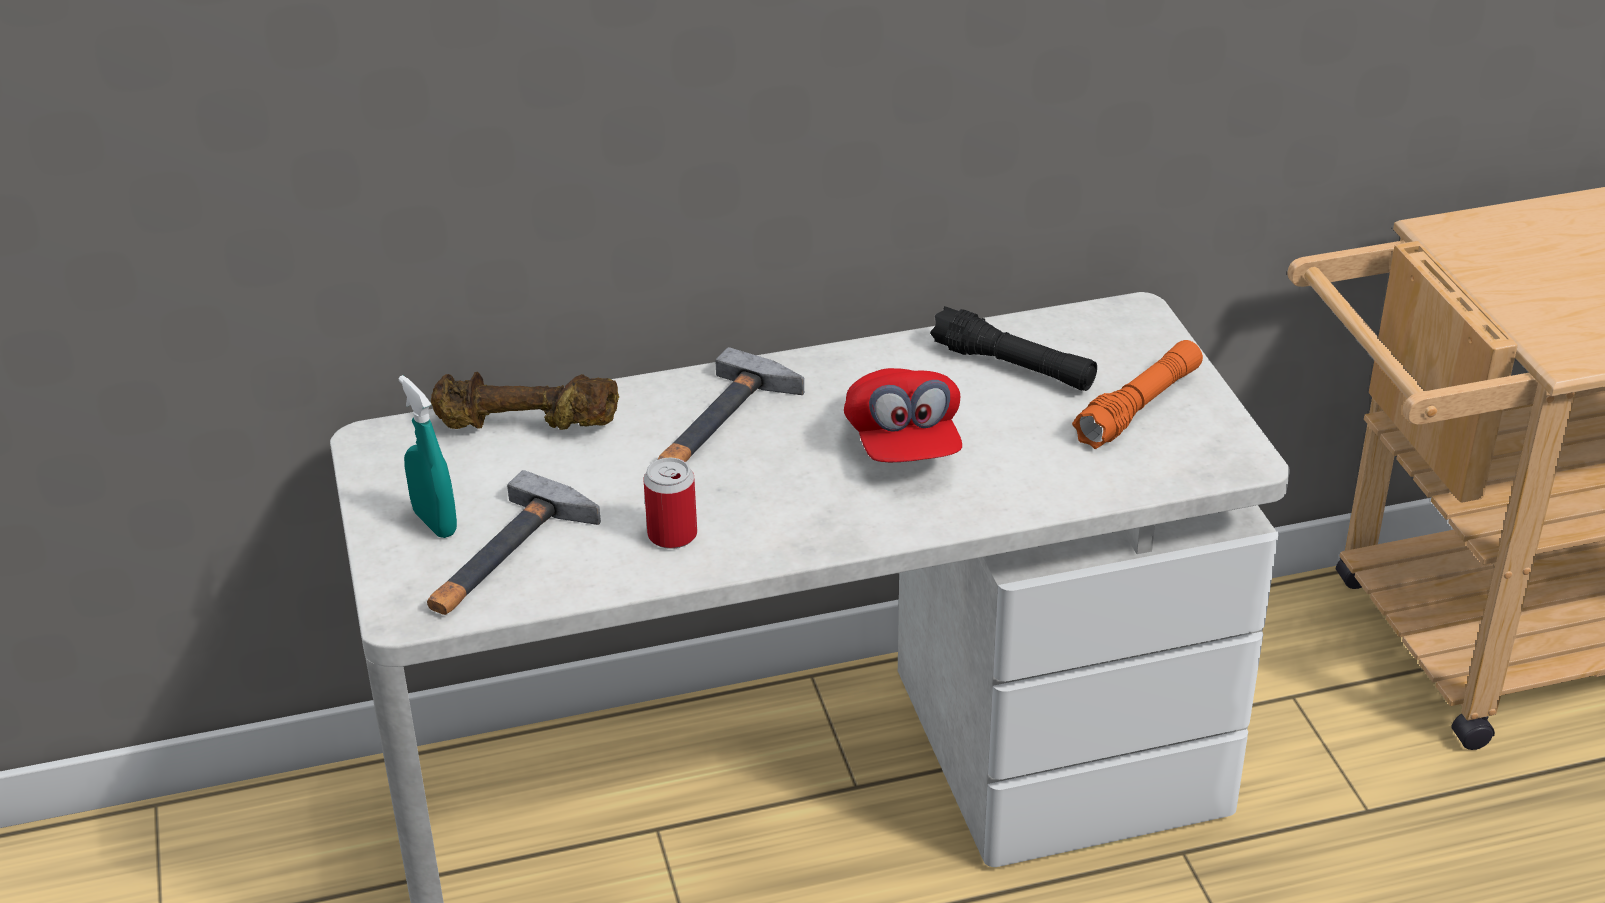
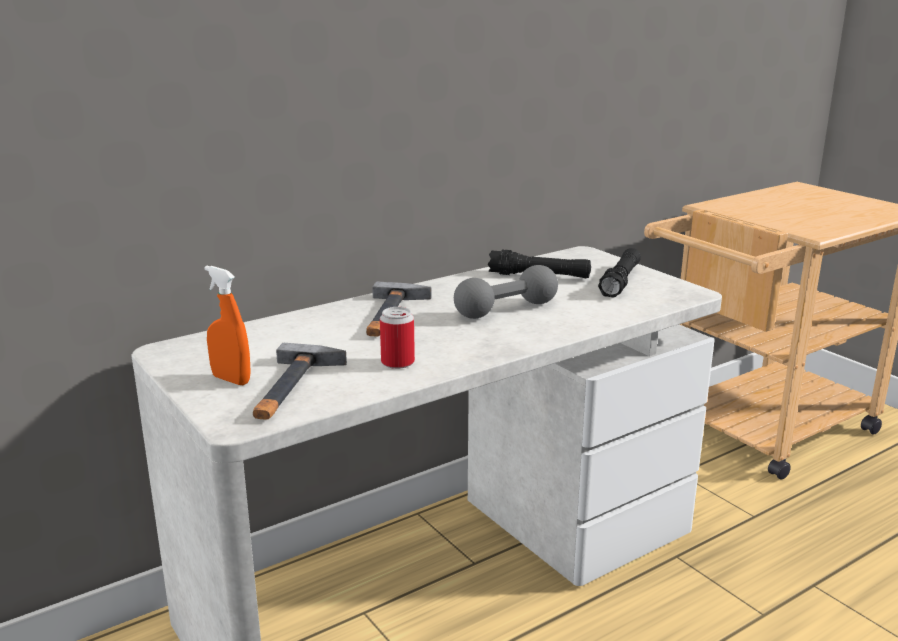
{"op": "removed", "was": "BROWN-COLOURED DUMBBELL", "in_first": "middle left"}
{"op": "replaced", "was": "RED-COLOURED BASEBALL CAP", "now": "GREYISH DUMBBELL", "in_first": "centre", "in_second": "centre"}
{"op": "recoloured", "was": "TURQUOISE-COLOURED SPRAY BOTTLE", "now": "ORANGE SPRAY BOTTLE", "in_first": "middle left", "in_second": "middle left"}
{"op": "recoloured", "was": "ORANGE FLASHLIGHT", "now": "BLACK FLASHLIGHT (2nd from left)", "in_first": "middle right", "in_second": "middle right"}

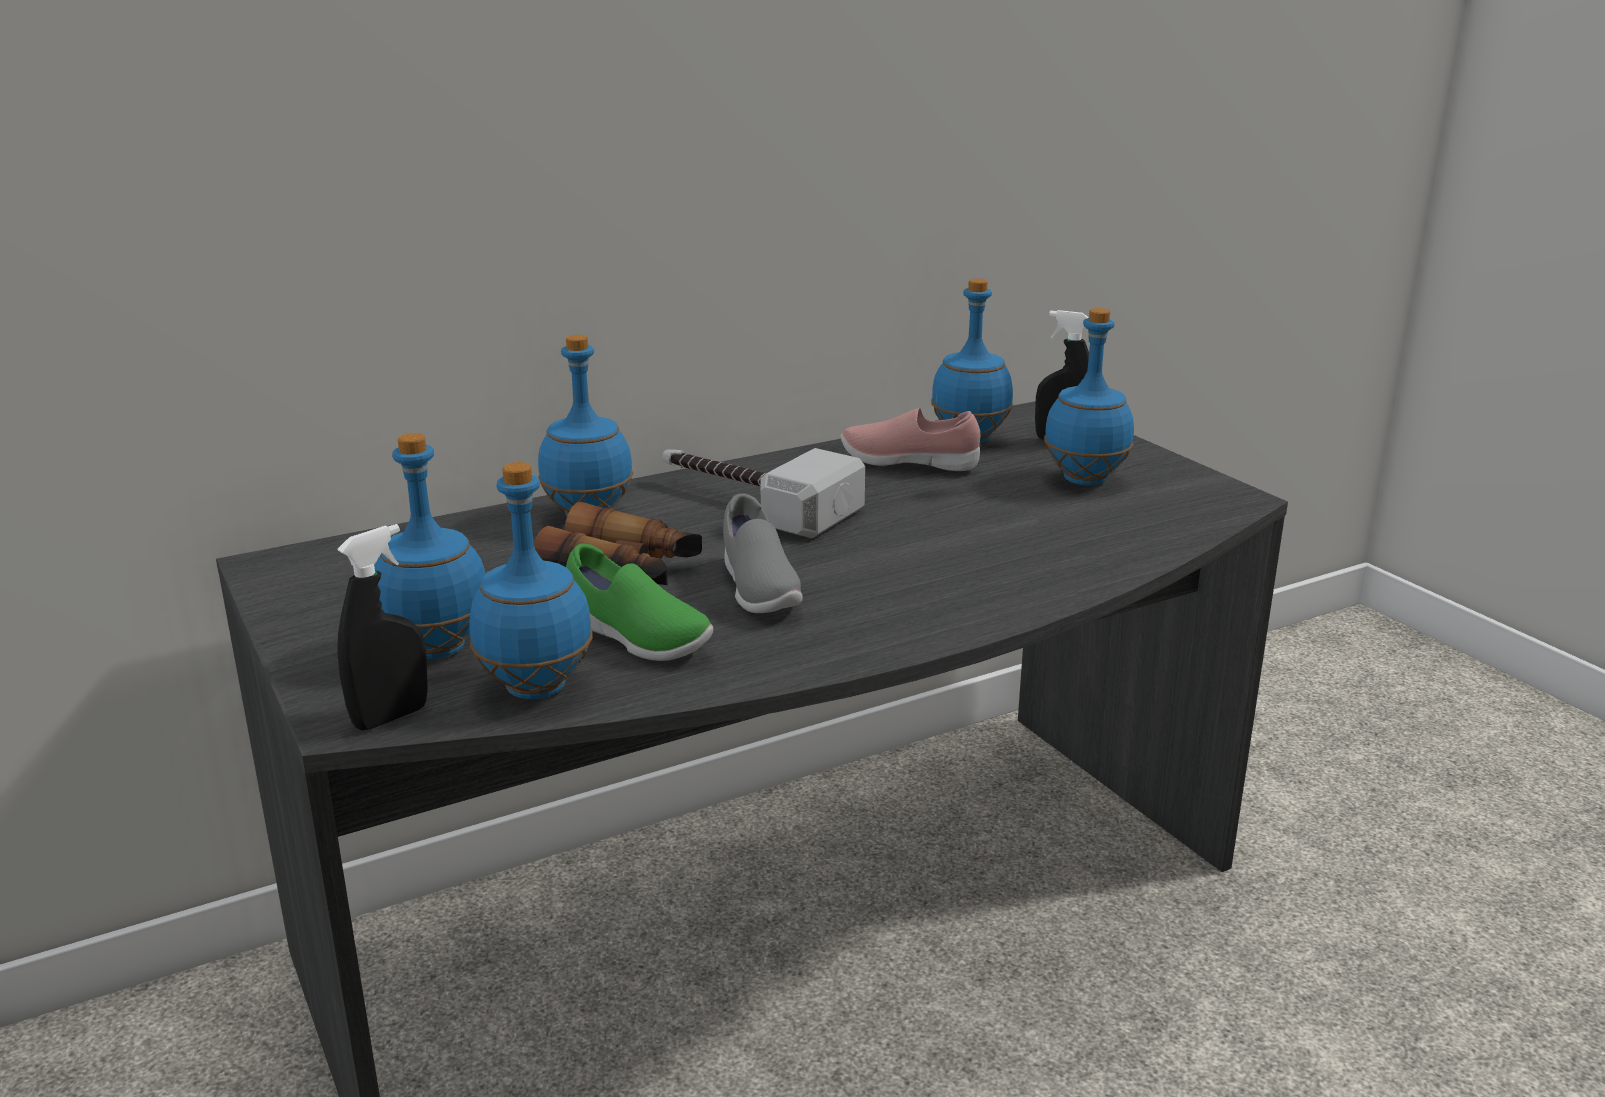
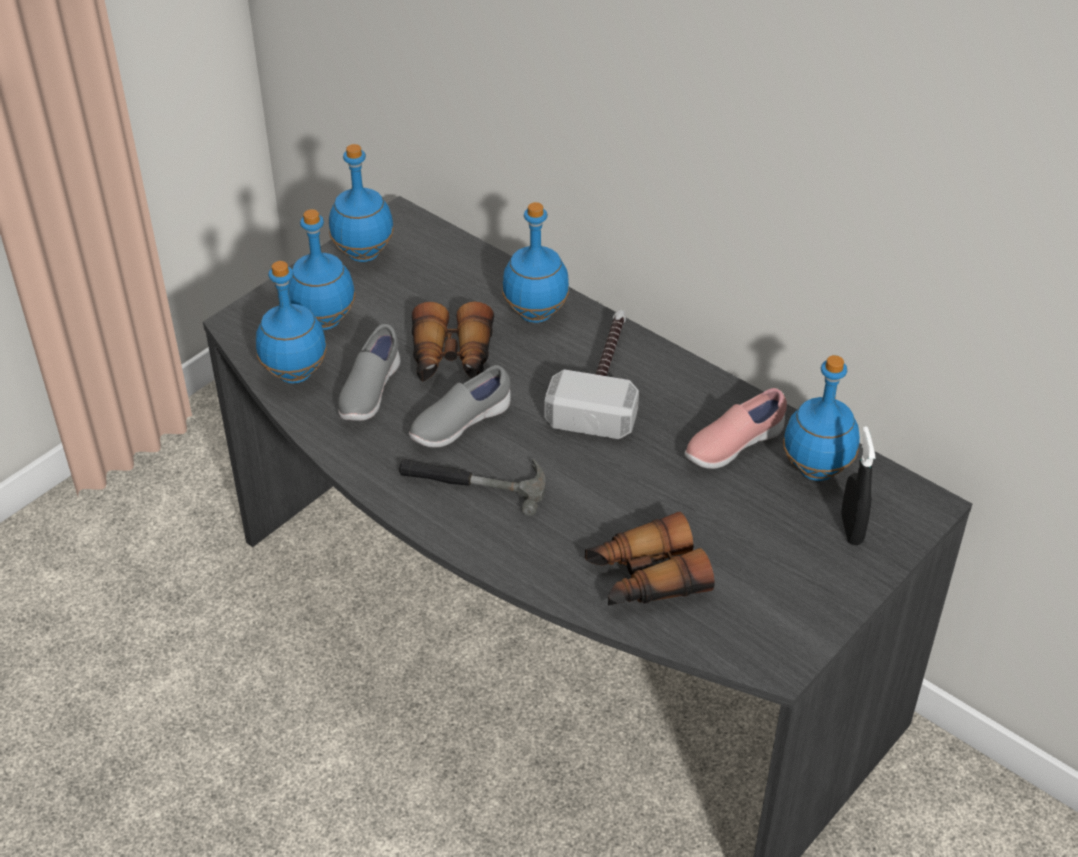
{"op": "removed", "was": "BLACK SPRAY BOTTLE (1st from left)", "in_first": "middle left"}
{"op": "added", "now": "TOOL HAMMER (1st from left)", "in_second": "centre"}
{"op": "added", "now": "BINOCULARS (2nd from left)", "in_second": "centre"}
{"op": "moved", "was": "BLUE-COLOURED BOTTLE (5th from left in the first image)", "now": "BLUE-COLOURED BOTTLE (3rd from left)", "in_first": "middle right", "in_second": "top centre"}
{"op": "recoloured", "was": "GREENISH LOW SHOE", "now": "GREYISH LOW SHOE (1st from left)", "in_first": "centre", "in_second": "centre"}
{"op": "turned", "was": "PINK LOW SHOE", "in_first": "centre", "in_second": "middle right", "clockwise": -120}

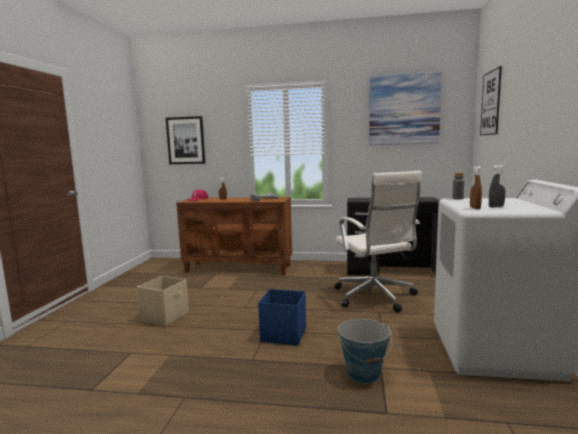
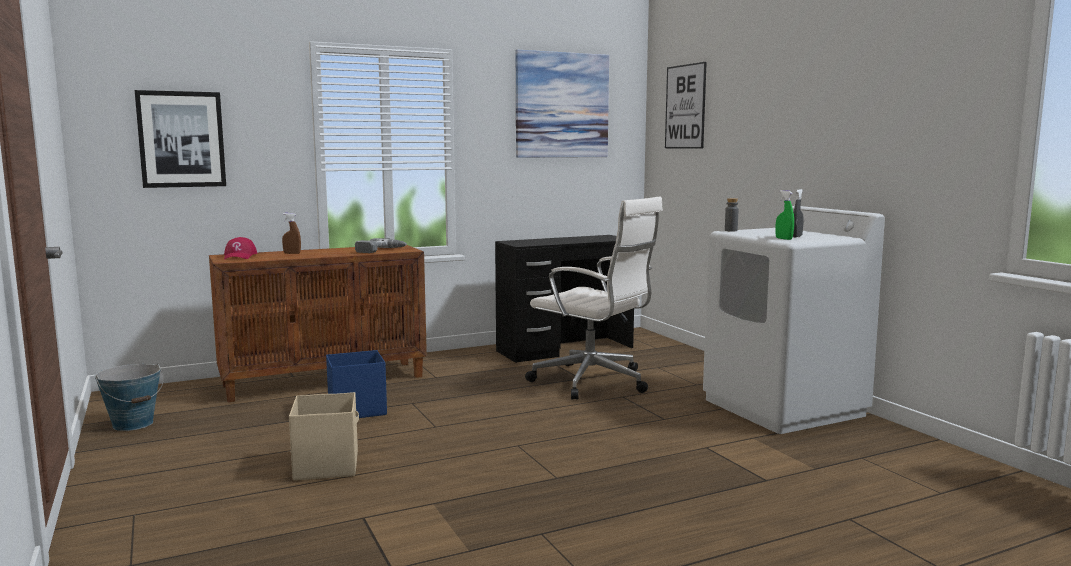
{"op": "moved", "was": "BLUE-COLOURED STORAGE CONTAINER", "in_first": "bottom centre", "in_second": "bottom left"}
{"op": "moved", "was": "WATER BUCKET", "in_first": "bottom centre", "in_second": "bottom left"}
{"op": "recoloured", "was": "BROWN-COLOURED SPRAY BOTTLE (2nd from left)", "now": "GREENISH SPRAY BOTTLE", "in_first": "middle right", "in_second": "middle right"}

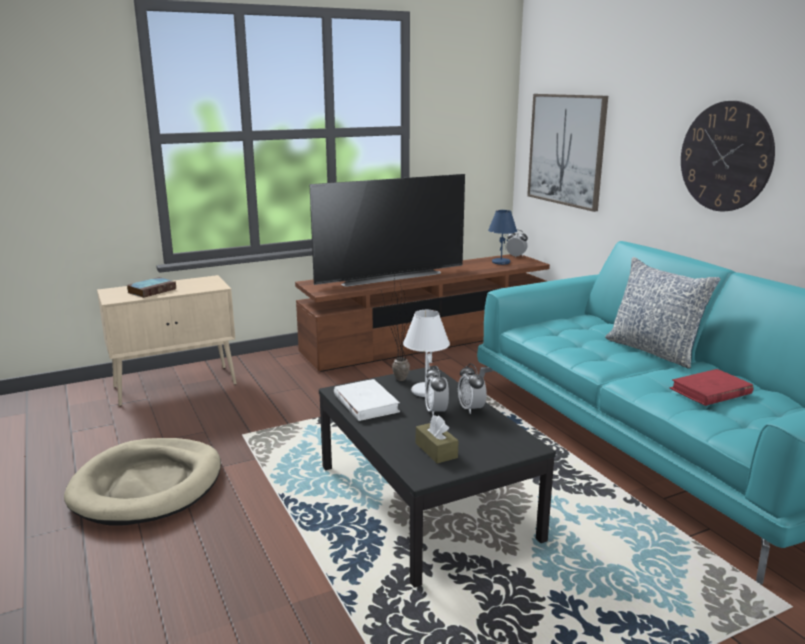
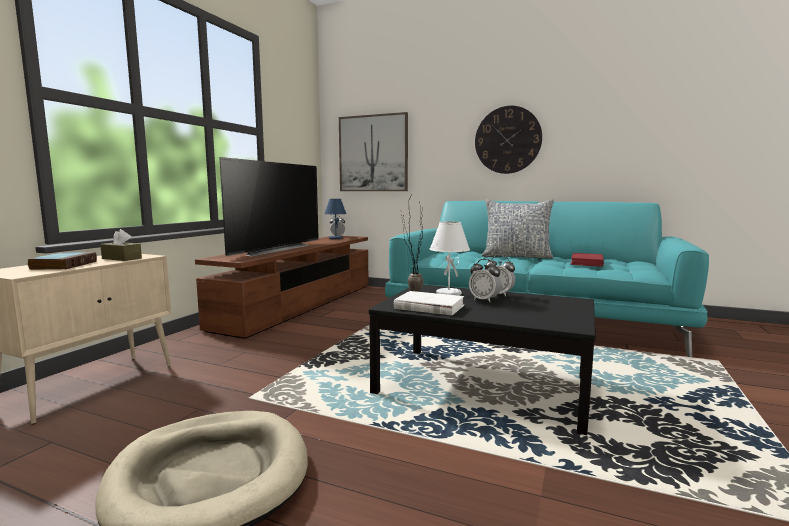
{"op": "moved", "was": "BROWN-COLOURED BOX OF TISSUES", "in_first": "bottom centre", "in_second": "middle left"}

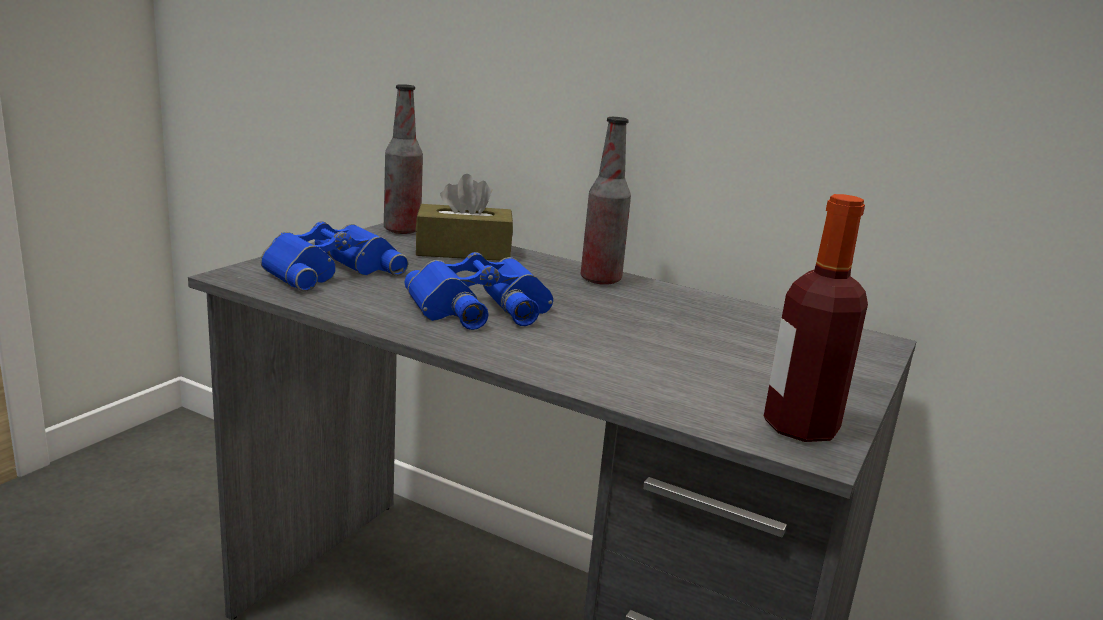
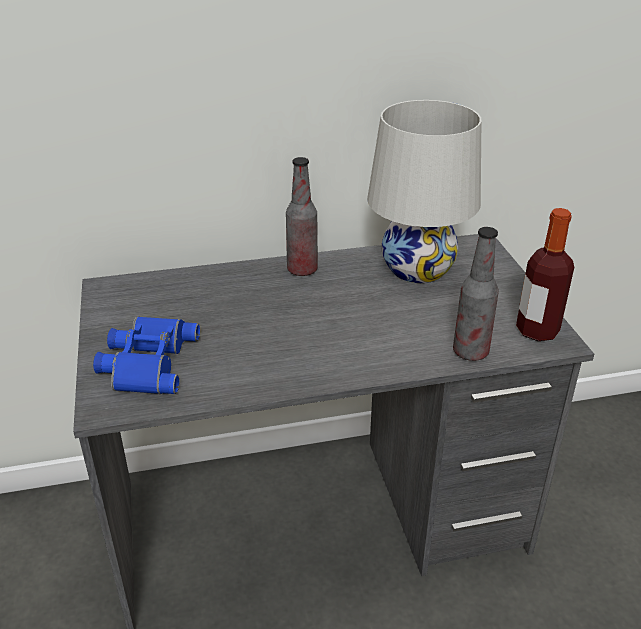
{"op": "removed", "was": "BLUE-COLOURED BINOCULARS (2nd from left)", "in_first": "centre"}
{"op": "removed", "was": "BROWN-COLOURED BOX OF TISSUES", "in_first": "centre"}
{"op": "added", "now": "WHITISH TABLE LAMP", "in_second": "top centre"}
{"op": "moved", "was": "BOTTLE (1st from left in the first image)", "now": "BOTTLE (2nd from left)", "in_first": "top centre", "in_second": "middle right"}

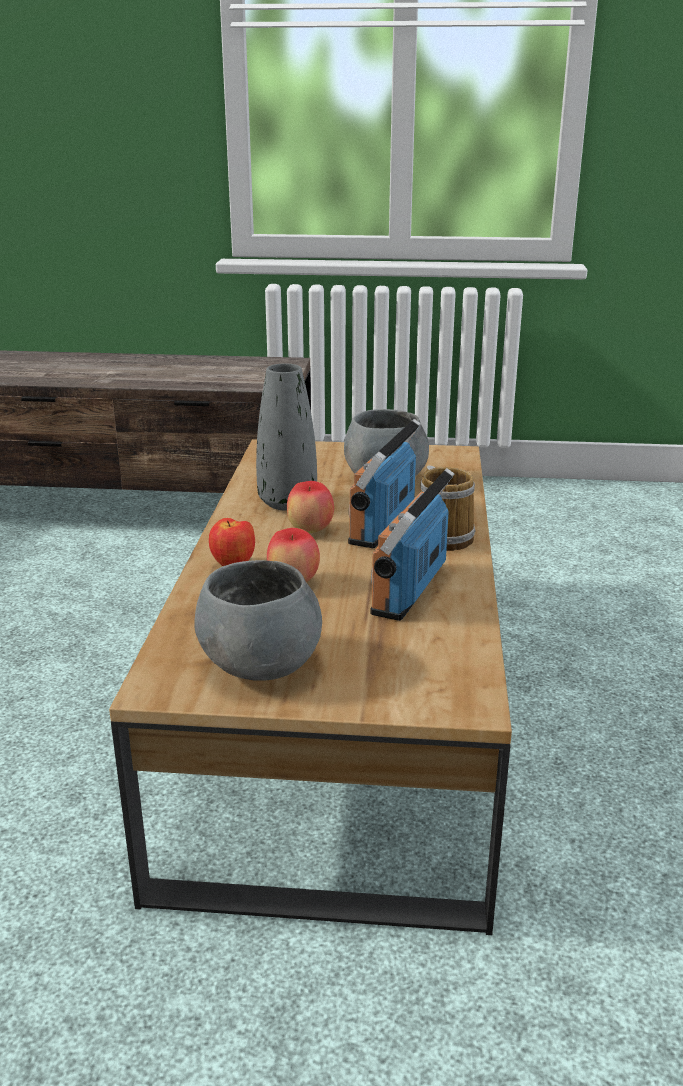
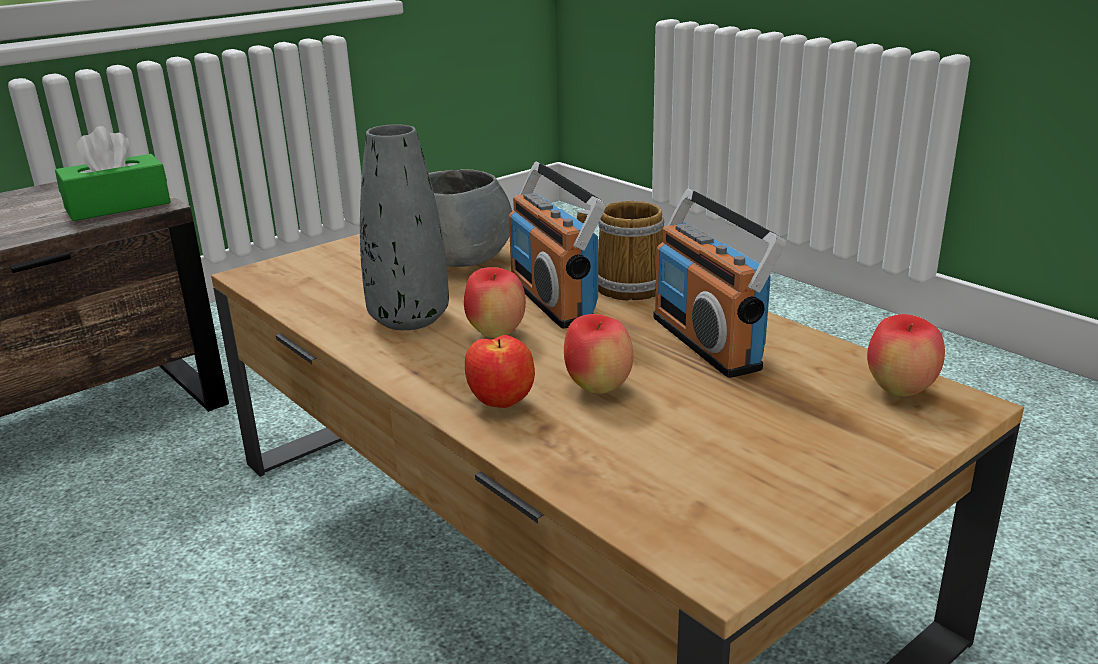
{"op": "removed", "was": "GREYISH SERVING BOWL (1st from left)", "in_first": "centre"}
{"op": "added", "now": "GREENISH BOX OF TISSUES", "in_second": "top left"}
{"op": "added", "now": "WHOLE APPLE (4th from left)", "in_second": "middle right"}

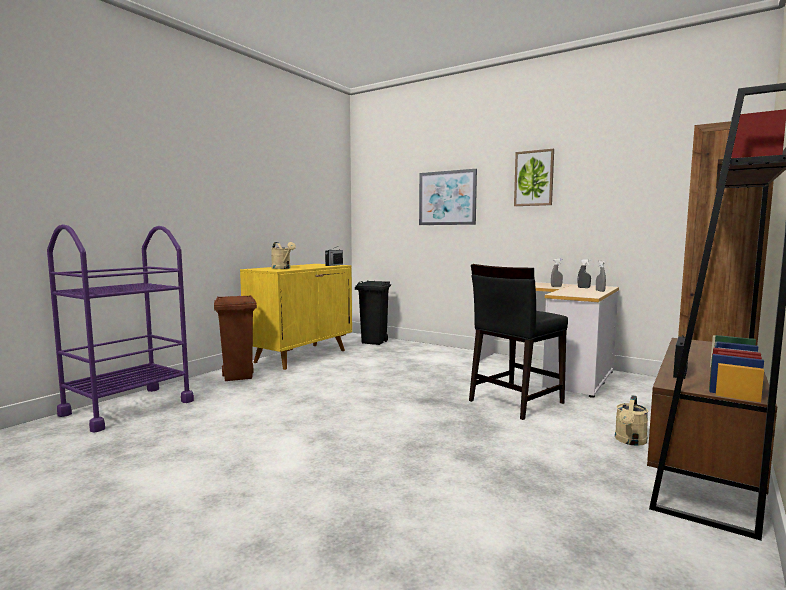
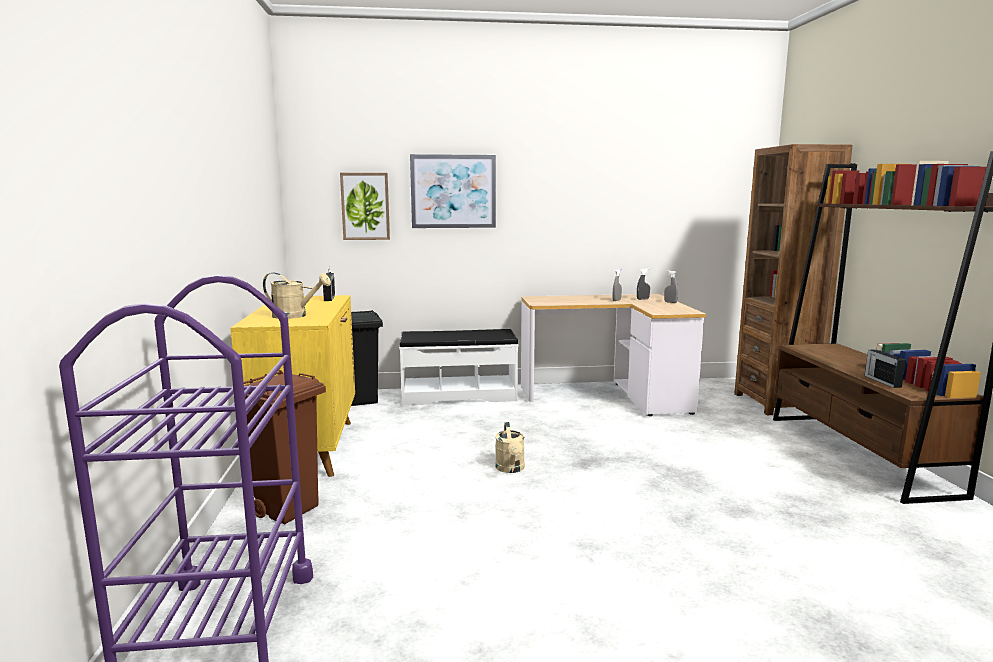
{"op": "removed", "was": "BLACK UPRIGHT CHAIR", "in_first": "centre"}
{"op": "added", "now": "WHITISH LONG SEAT", "in_second": "centre"}
{"op": "moved", "was": "WALL PICTURE (2nd from left in the first image)", "now": "WALL PICTURE (1st from left)", "in_first": "top right", "in_second": "top centre"}
{"op": "moved", "was": "SAND-COLOURED WATERING CAN (2nd from left)", "in_first": "bottom right", "in_second": "bottom centre"}

